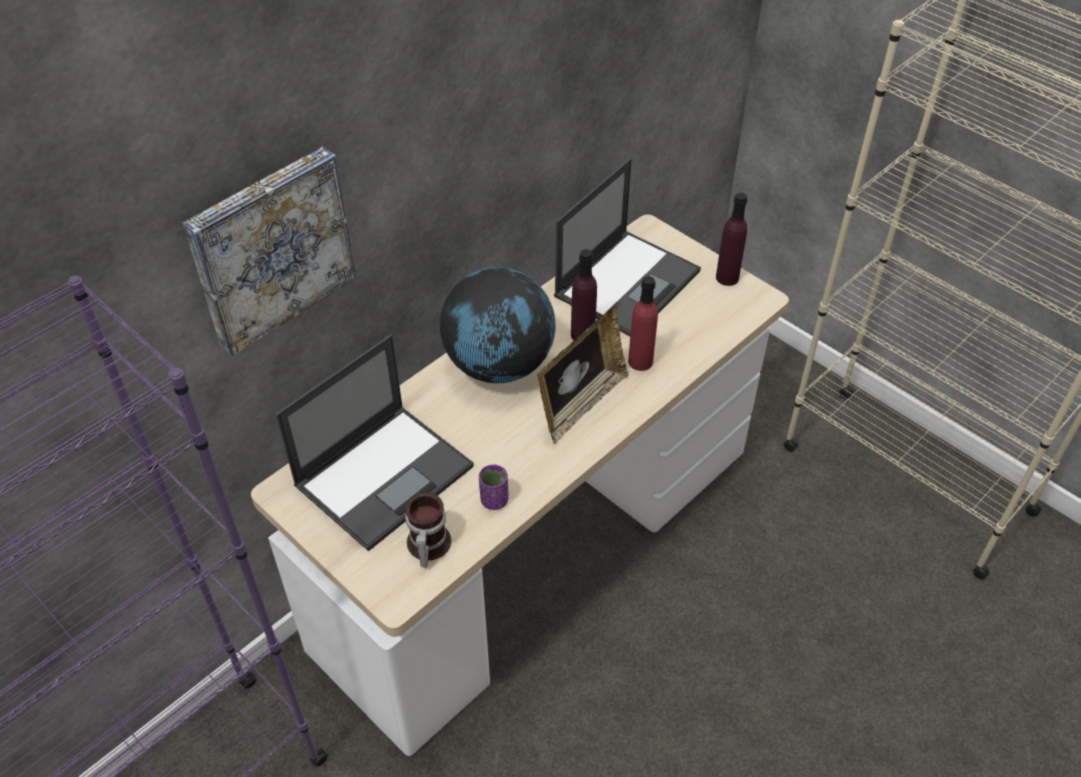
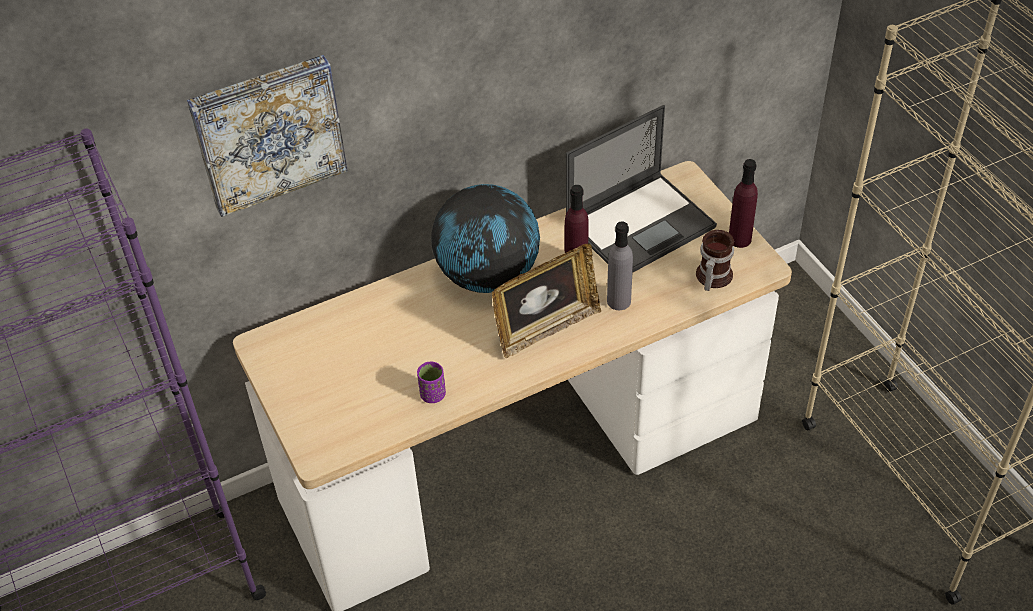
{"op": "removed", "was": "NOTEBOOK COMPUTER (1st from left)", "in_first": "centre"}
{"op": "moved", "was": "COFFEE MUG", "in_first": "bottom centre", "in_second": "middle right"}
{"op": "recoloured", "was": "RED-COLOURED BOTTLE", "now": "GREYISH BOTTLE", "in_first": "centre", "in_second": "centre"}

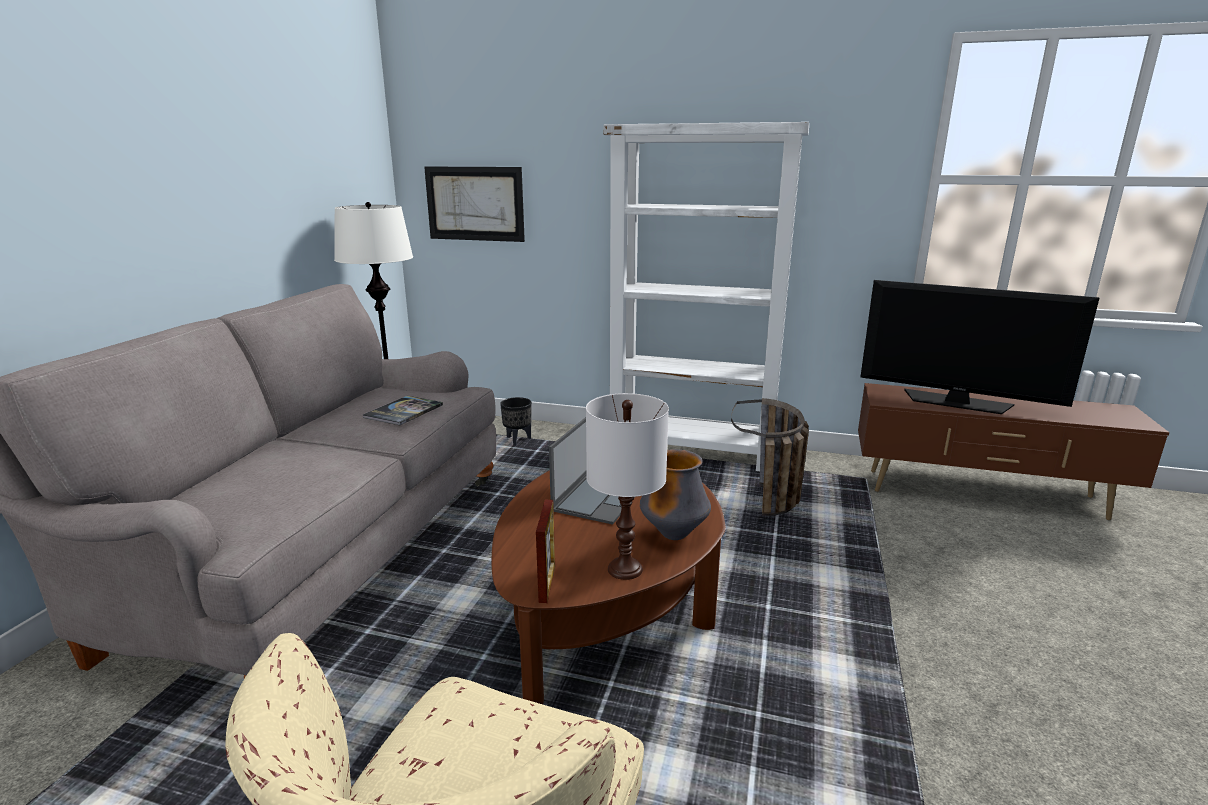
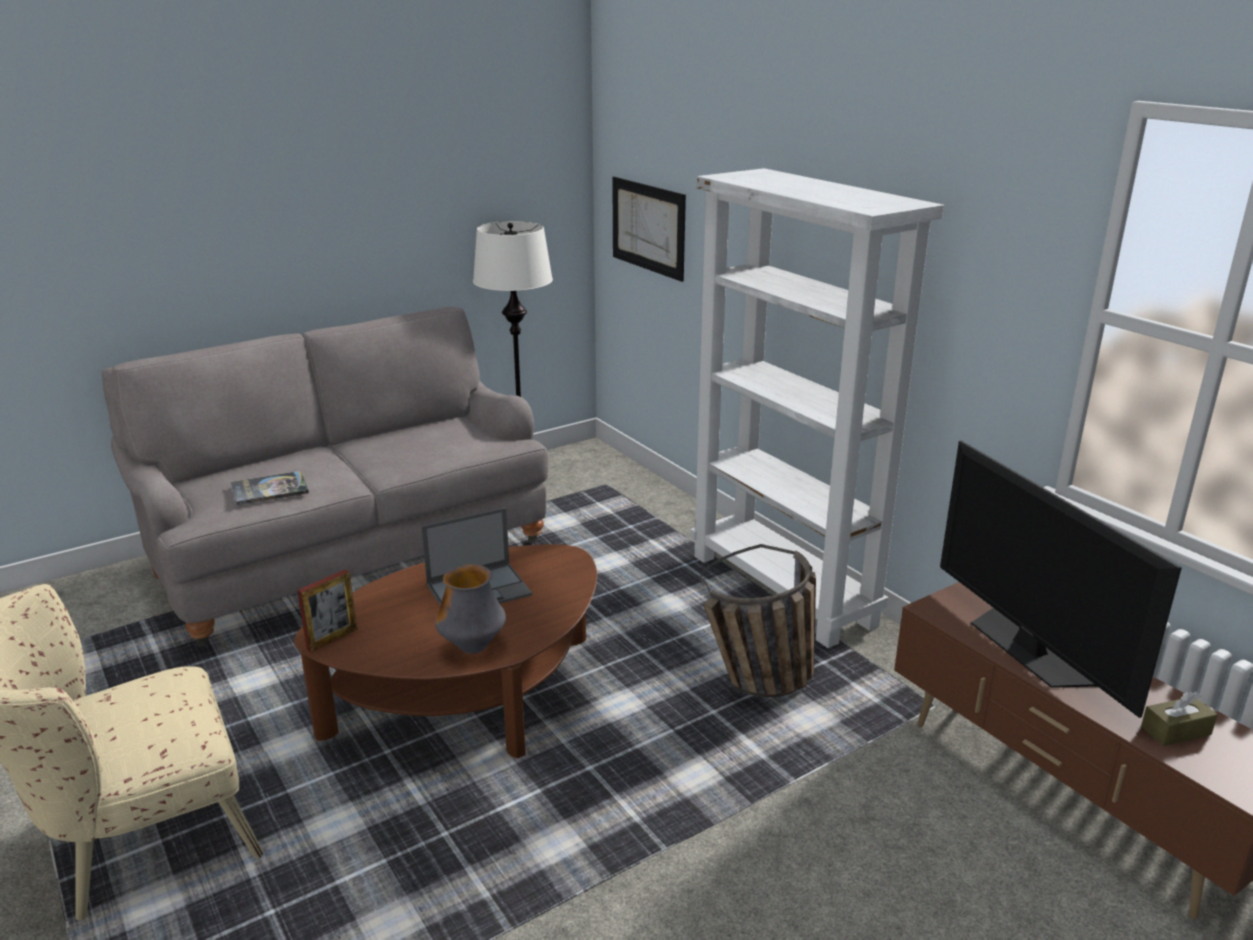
{"op": "removed", "was": "BLACK PLANT POT", "in_first": "centre"}
{"op": "removed", "was": "WHITISH TABLE LAMP", "in_first": "centre"}
{"op": "added", "now": "BROWN-COLOURED BOX OF TISSUES", "in_second": "bottom right"}
{"op": "moved", "was": "BOUND BOOK", "in_first": "centre", "in_second": "middle left"}

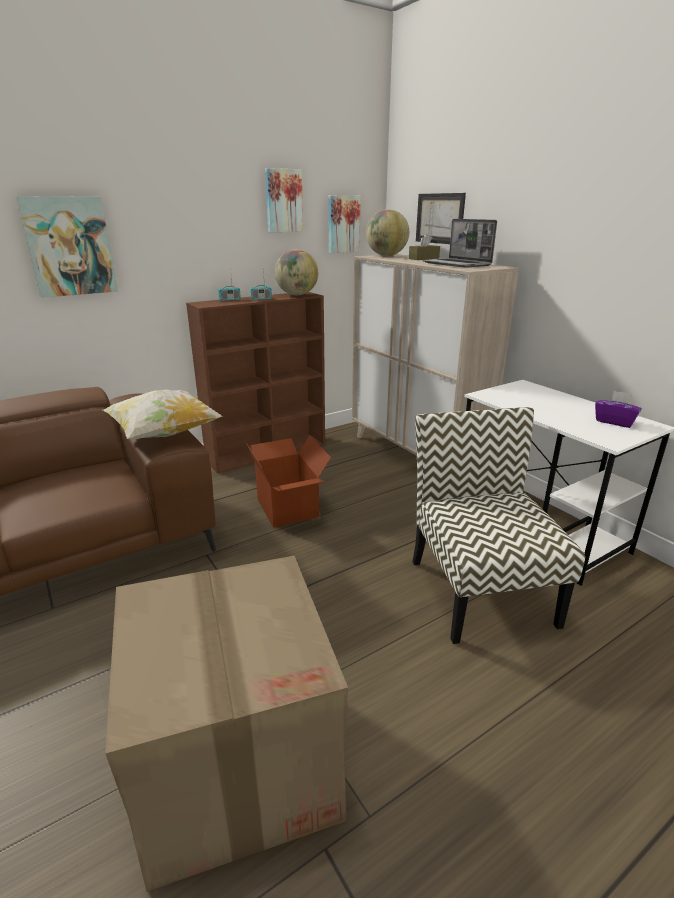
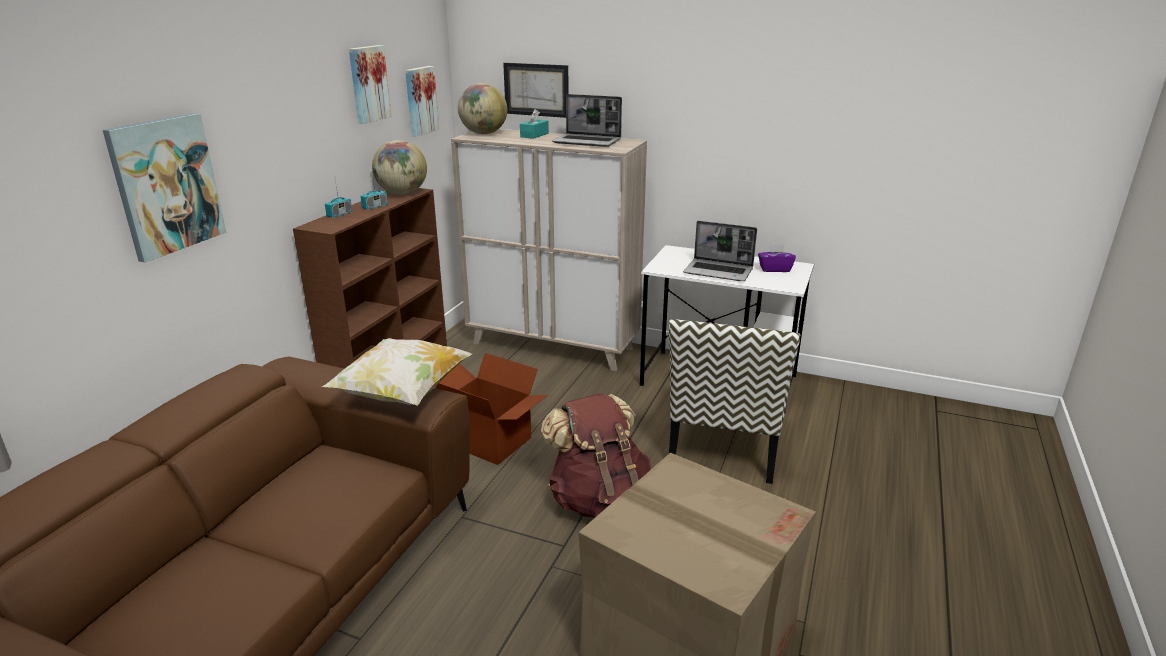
{"op": "added", "now": "BROWN-COLOURED BACKPACK", "in_second": "bottom centre"}
{"op": "added", "now": "NOTEBOOK COMPUTER (2nd from left)", "in_second": "centre"}
{"op": "recoloured", "was": "BROWN-COLOURED BOX OF TISSUES", "now": "TURQUOISE-COLOURED BOX OF TISSUES", "in_first": "top centre", "in_second": "top centre"}
{"op": "turned", "was": "UPRIGHT CHAIR", "in_first": "middle right", "in_second": "centre", "clockwise": -120}

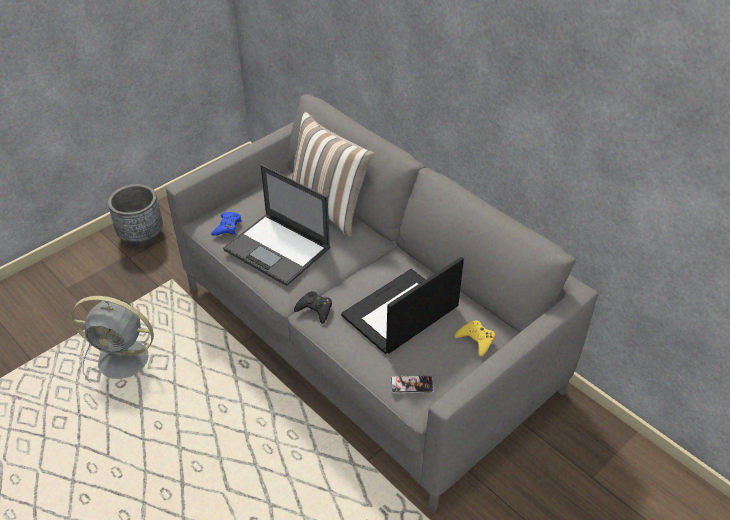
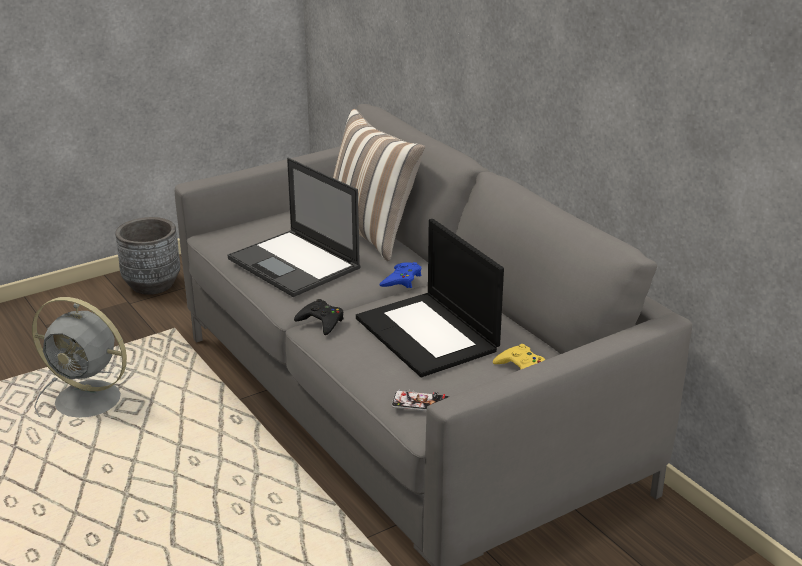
{"op": "moved", "was": "BLUE-COLOURED GAMEPAD", "in_first": "middle left", "in_second": "centre"}
{"op": "turned", "was": "NOTEBOOK COMPUTER (2nd from left)", "in_first": "centre", "in_second": "centre", "clockwise": -90}

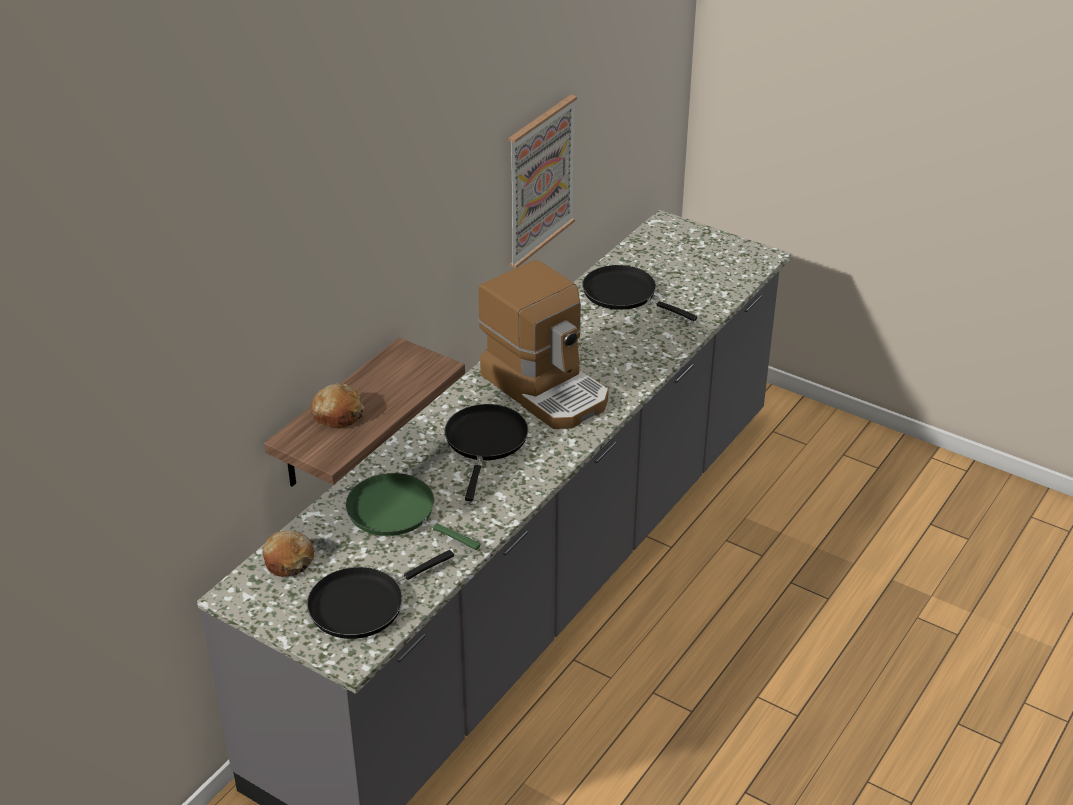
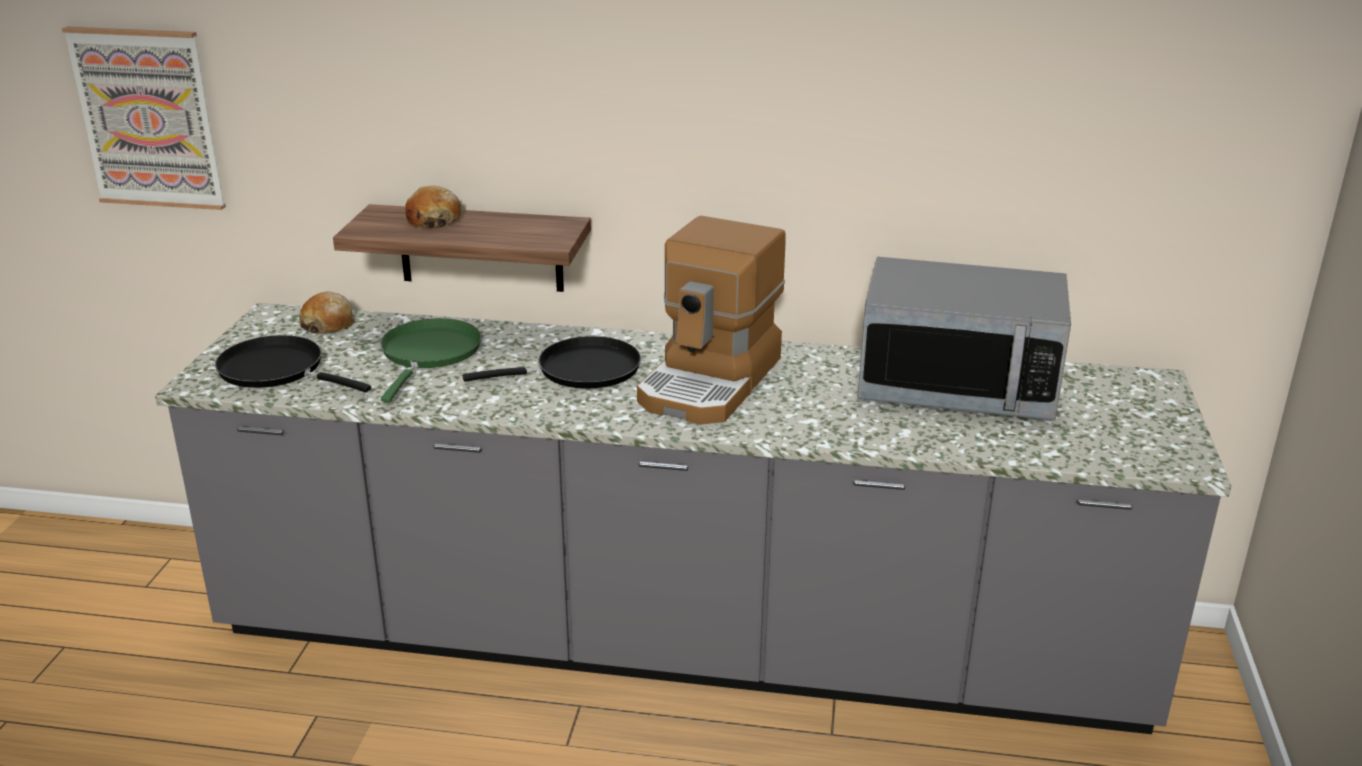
{"op": "moved", "was": "WALL PICTURE", "in_first": "top centre", "in_second": "top left"}
{"op": "replaced", "was": "BLACK SKILLET (3rd from left)", "now": "KITCHEN MICROWAVE", "in_first": "centre", "in_second": "middle right"}

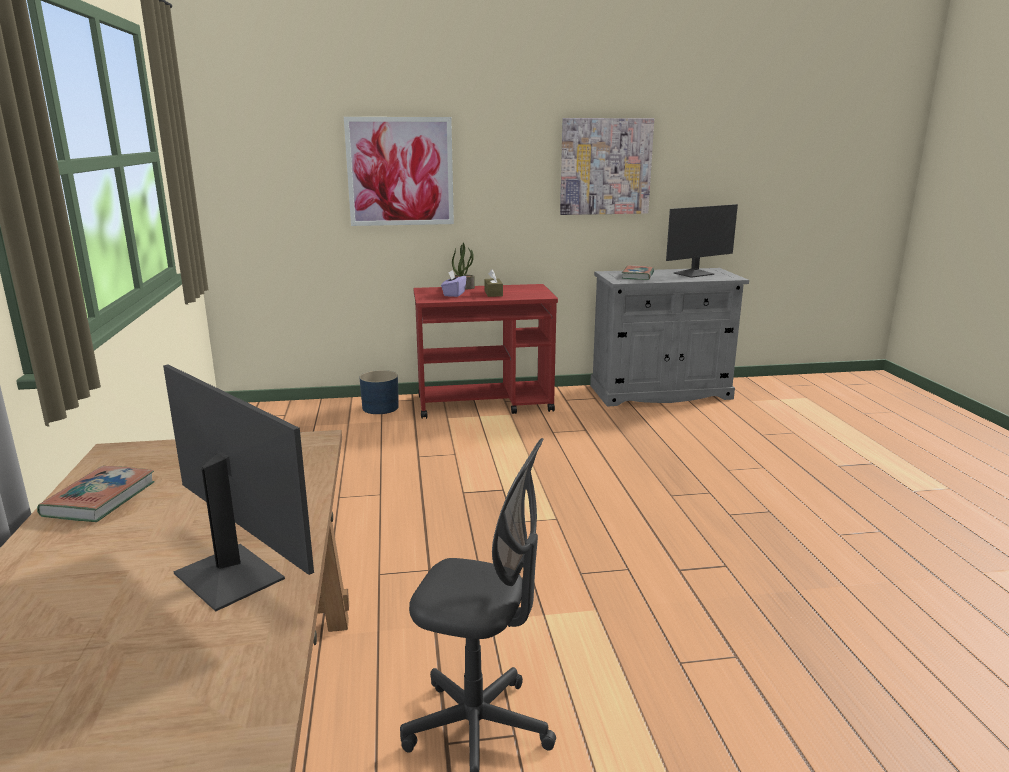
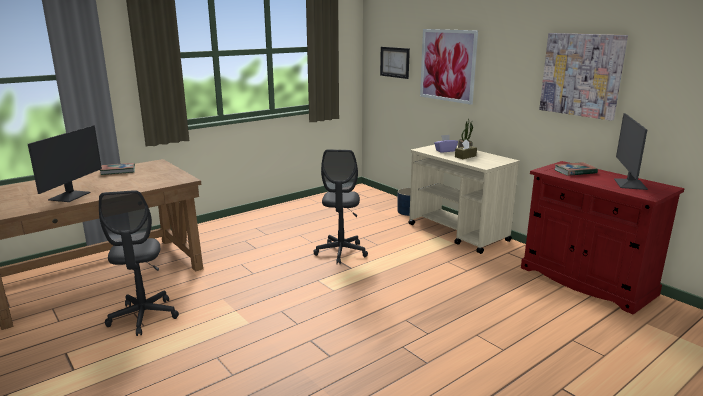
{"op": "added", "now": "GREYISH COMPUTER CHAIR (2nd from left)", "in_second": "centre"}
{"op": "added", "now": "WALL PICTURE (1st from left)", "in_second": "top centre"}
{"op": "recoloured", "was": "RED-COLOURED WHEELED CART", "now": "SAND-COLOURED WHEELED CART", "in_first": "centre", "in_second": "centre"}
{"op": "recoloured", "was": "GREYISH STORAGE CABINET", "now": "RED-COLOURED STORAGE CABINET", "in_first": "centre", "in_second": "middle right"}
{"op": "turned", "was": "MONITOR (2nd from left)", "in_first": "top right", "in_second": "middle right", "clockwise": 75}

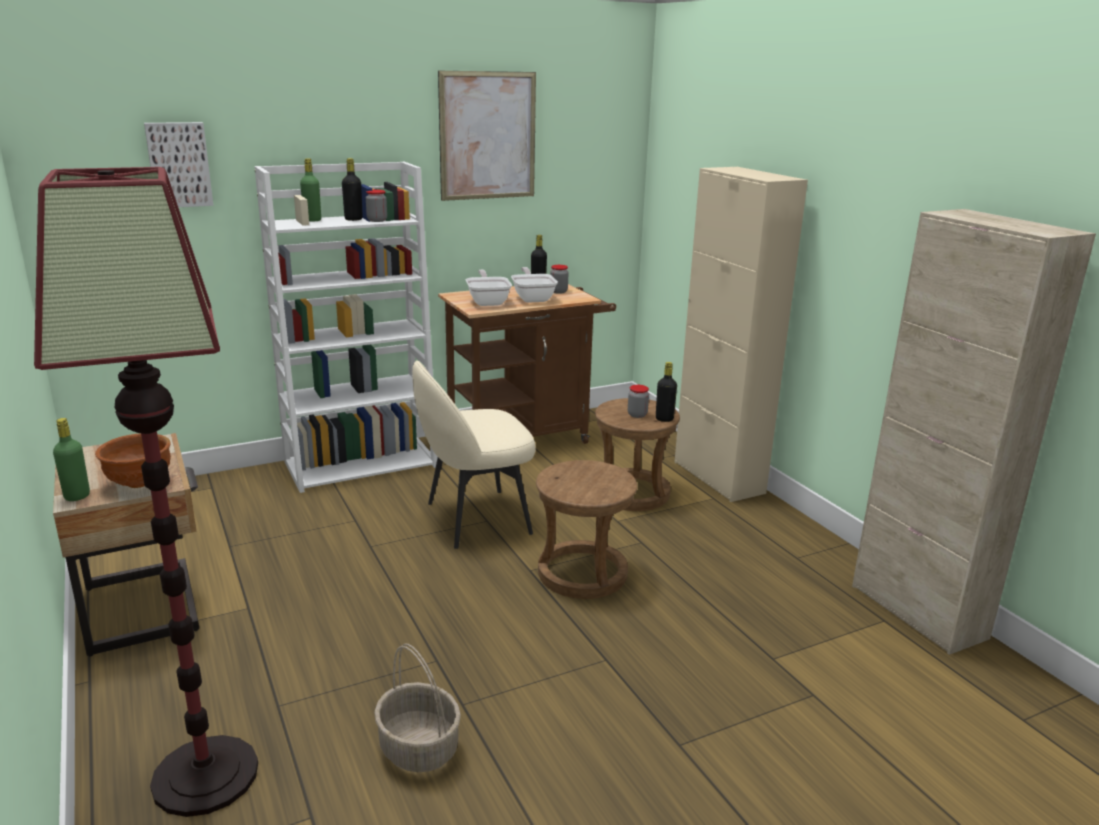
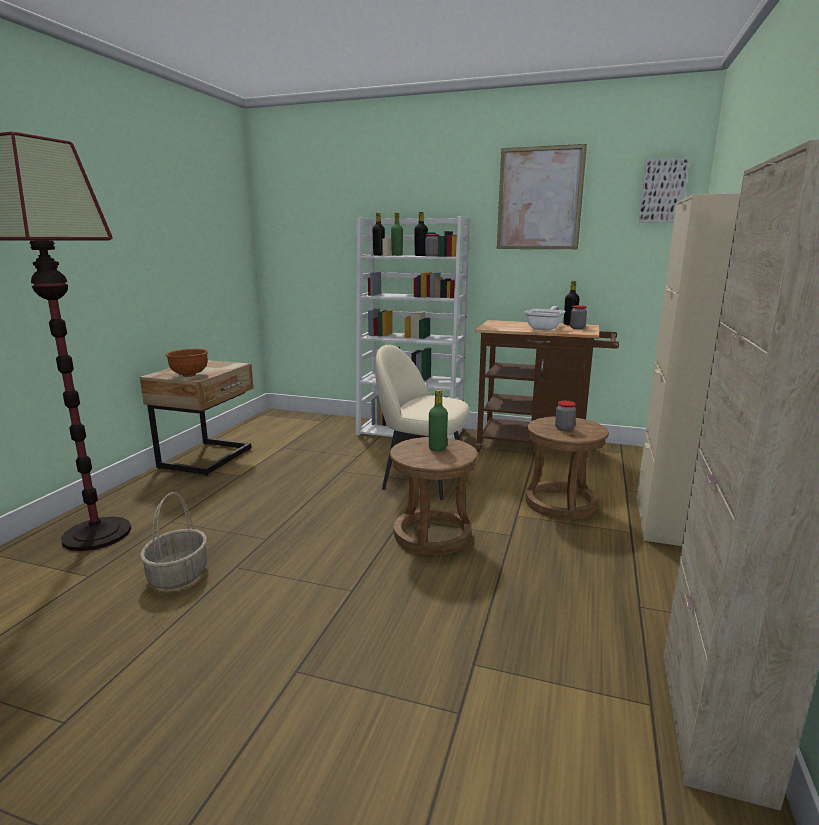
{"op": "removed", "was": "SKILLET (1st from left)", "in_first": "centre"}
{"op": "moved", "was": "GREENISH BOTTLE (1st from left in the first image)", "now": "GREENISH BOTTLE (2nd from left)", "in_first": "middle left", "in_second": "centre"}
{"op": "moved", "was": "WALL PICTURE (1st from left in the first image)", "now": "WALL PICTURE (2nd from left)", "in_first": "top left", "in_second": "top right"}
{"op": "moved", "was": "BLACK BOTTLE (3rd from left in the first image)", "now": "BLACK BOTTLE (1st from left)", "in_first": "centre", "in_second": "top centre"}

